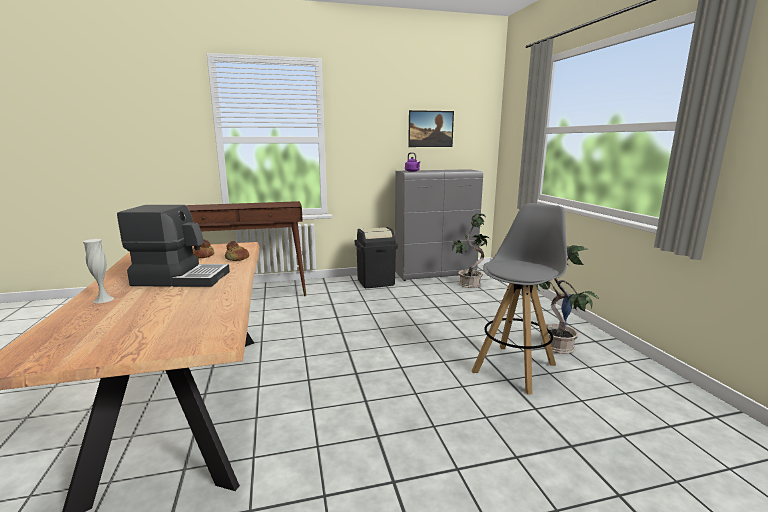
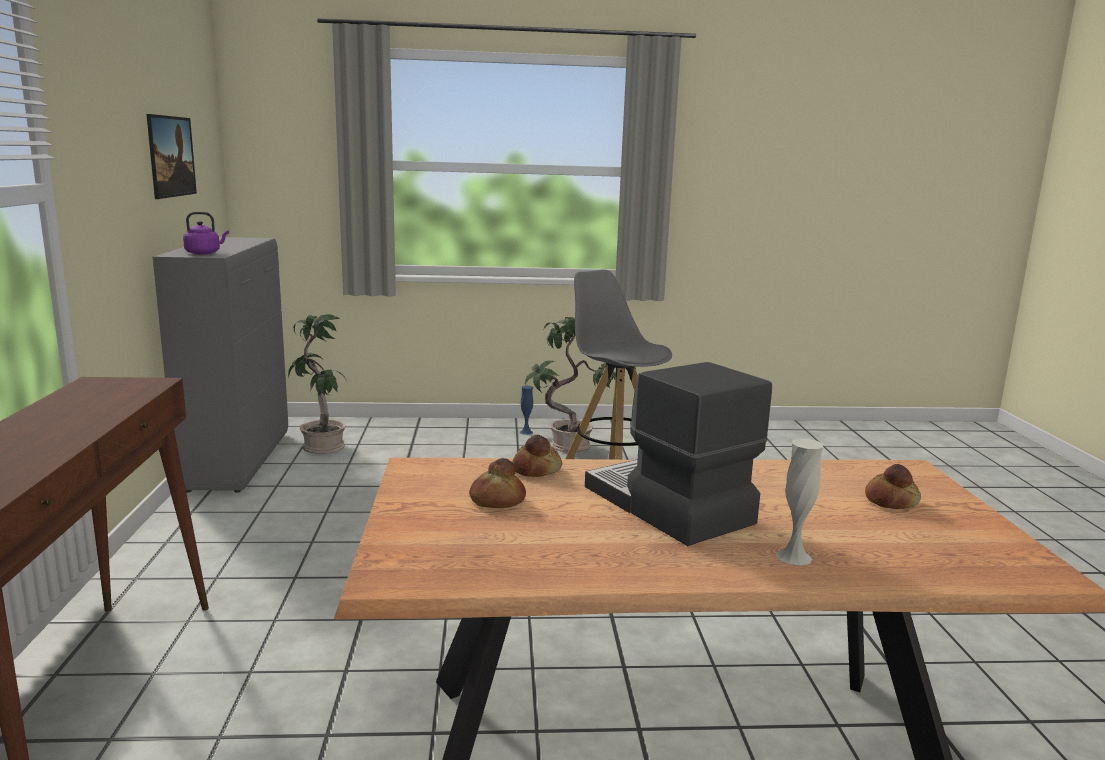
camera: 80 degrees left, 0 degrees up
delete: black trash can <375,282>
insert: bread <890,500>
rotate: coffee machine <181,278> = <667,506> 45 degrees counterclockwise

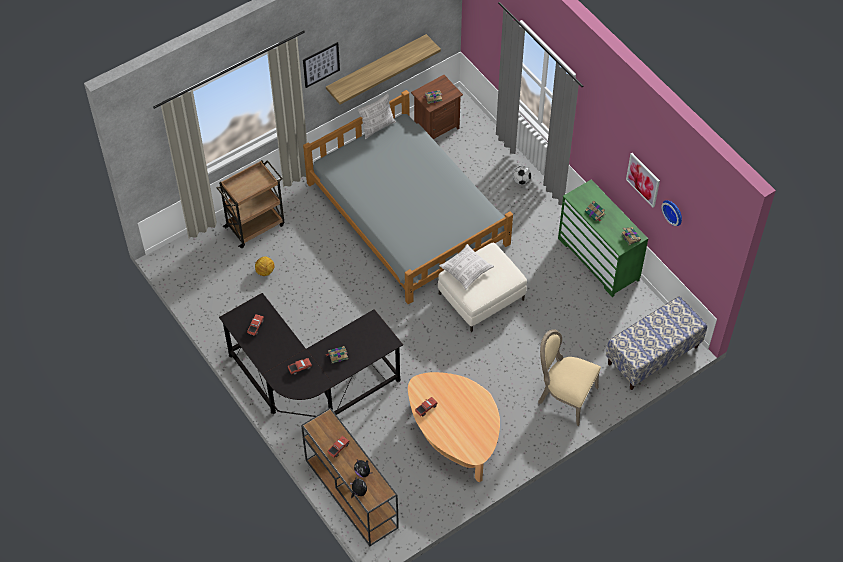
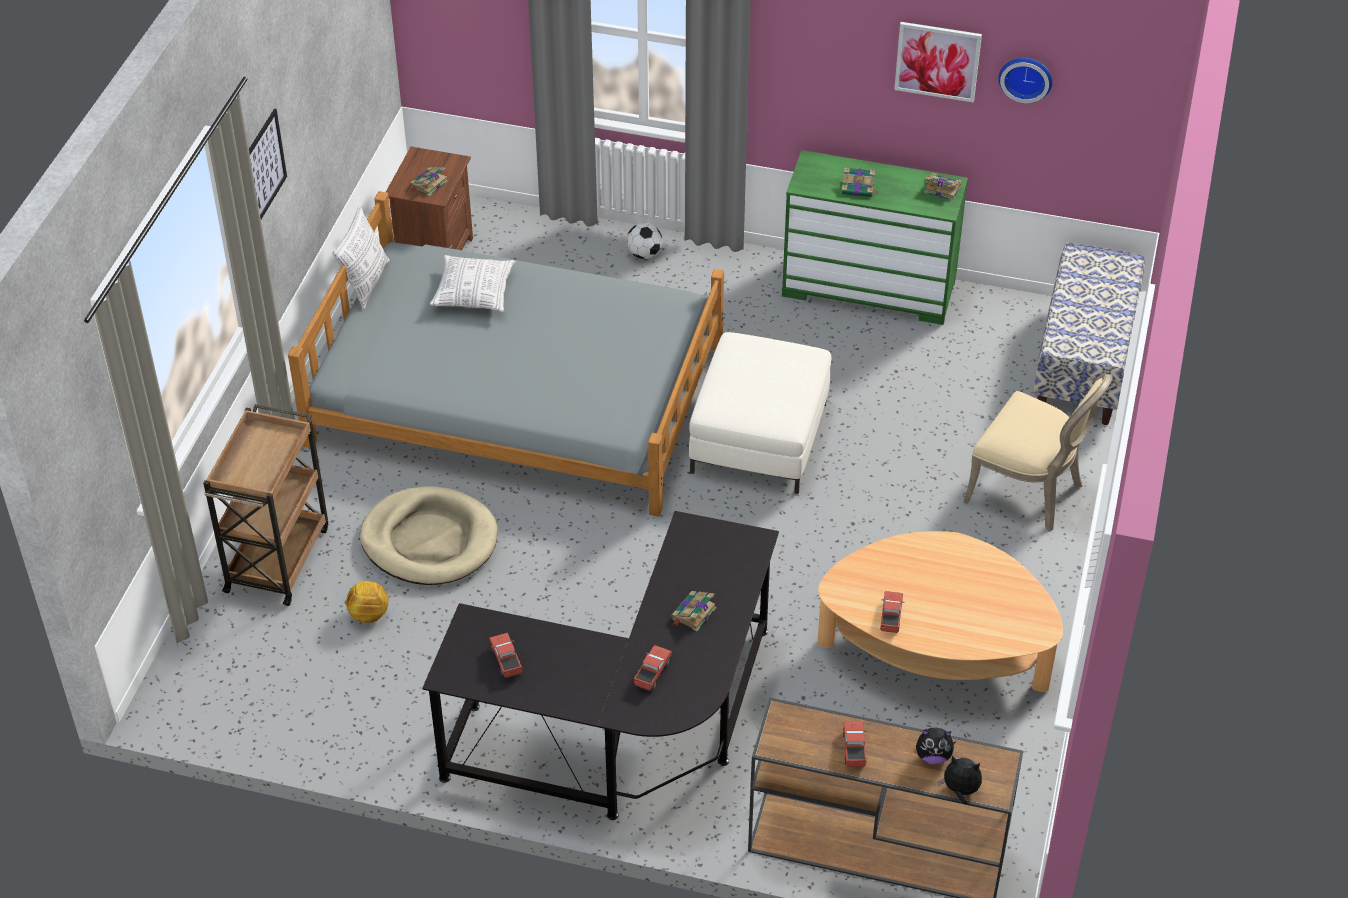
camera: 40 degrees left, 10 degrees down
delete: shelf <376,66>
insert: beige dog bed <429,540>
move: pillow <466,270> to <474,293>
rotate: beige chair <564,396> = <1029,492> 135 degrees counterclockwise

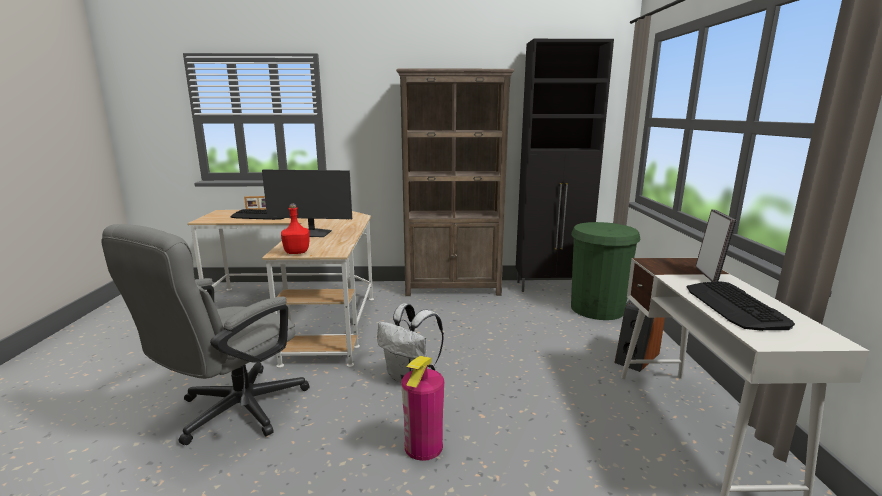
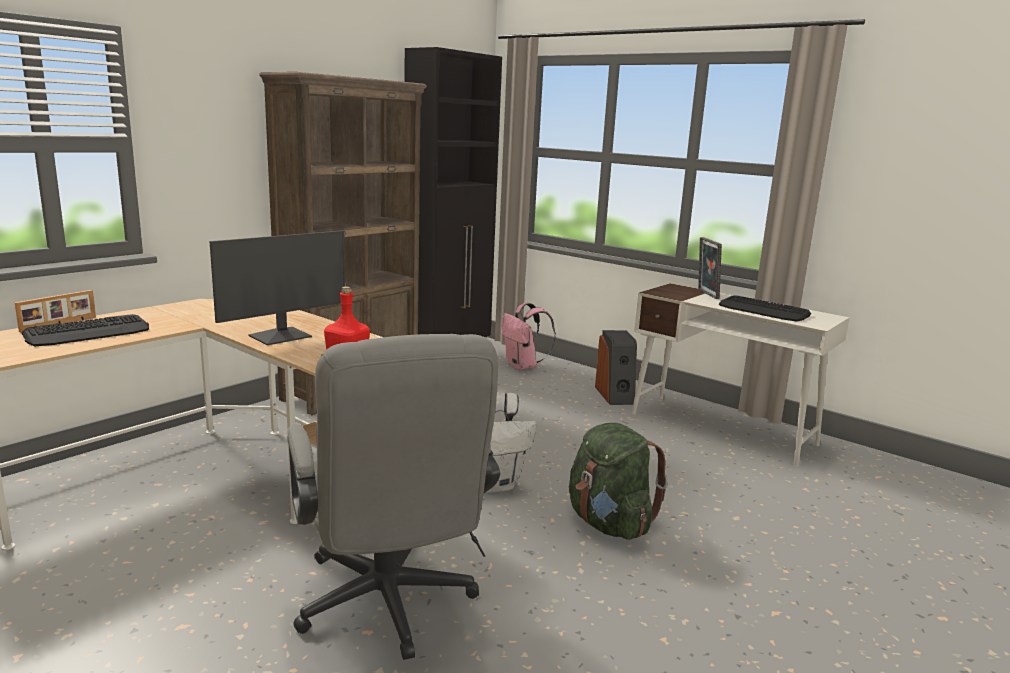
camera: 50 degrees left, 0 degrees up
replace: fire extinguisher <424,446> to green backpack <609,524>; green trash can <597,309> to pink backpack <523,366>
rotate: picture frame <709,275> = <706,294> 150 degrees counterclockwise

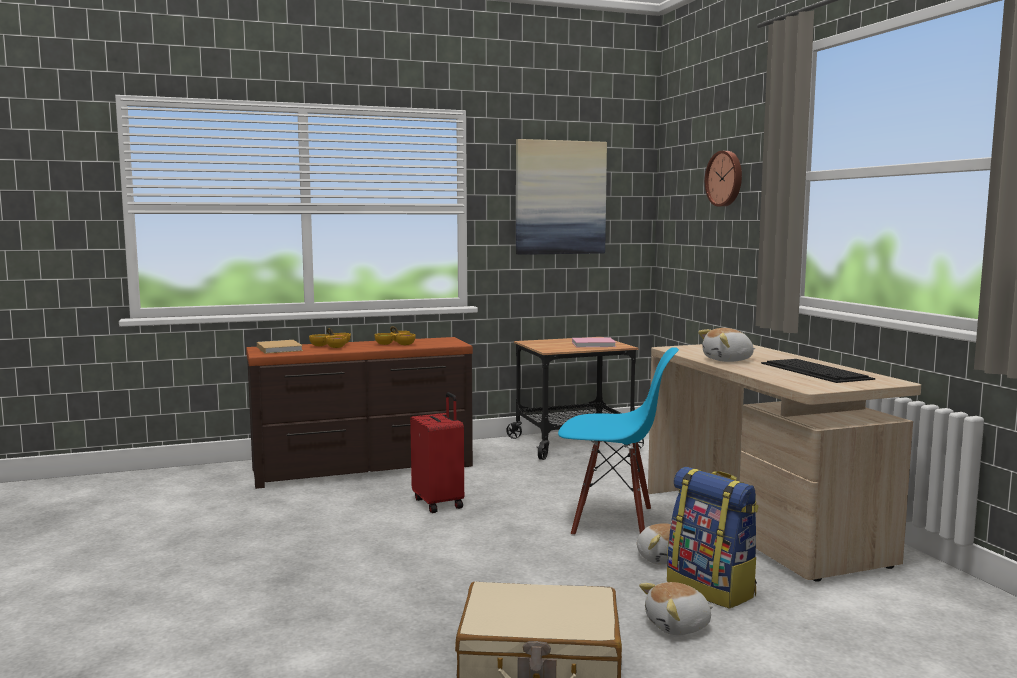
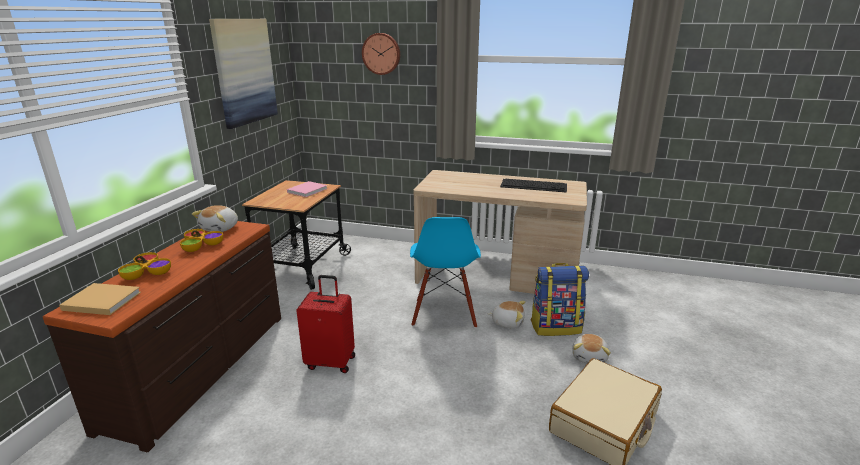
camera: 55 degrees left, 15 degrees up
move: plush toy <728,360> to <221,228>
rotate: blue chair <613,522> = <444,313> 135 degrees clockwise

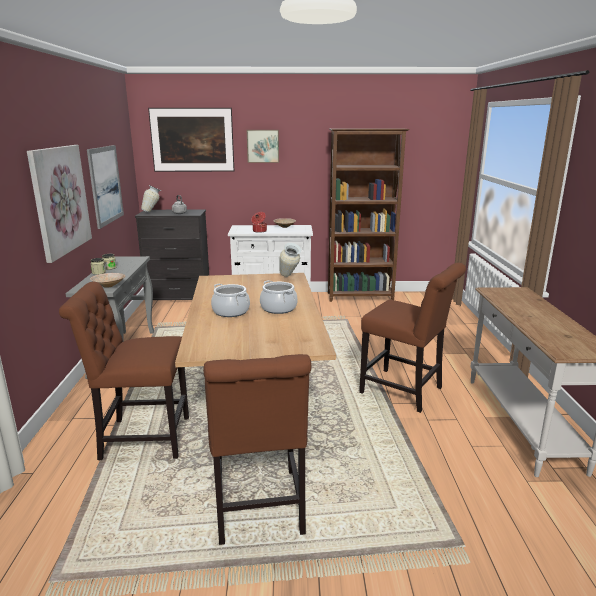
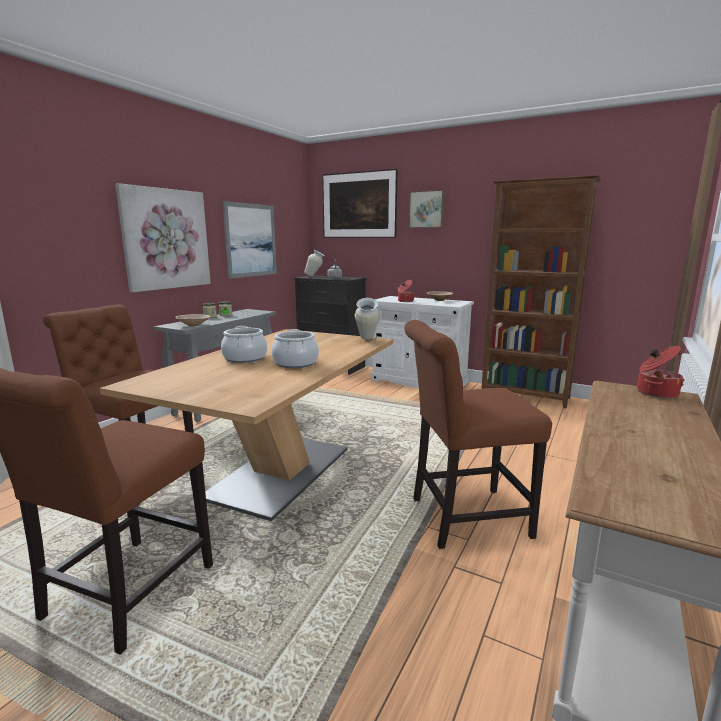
camera: 30 degrees right, 5 degrees down
insert: cooking pot <655,393>
rotate: brown chair <405,391> = <463,518> 105 degrees clockwise

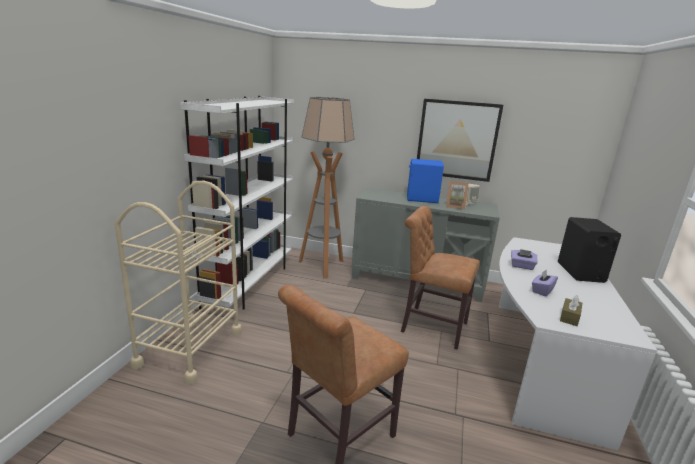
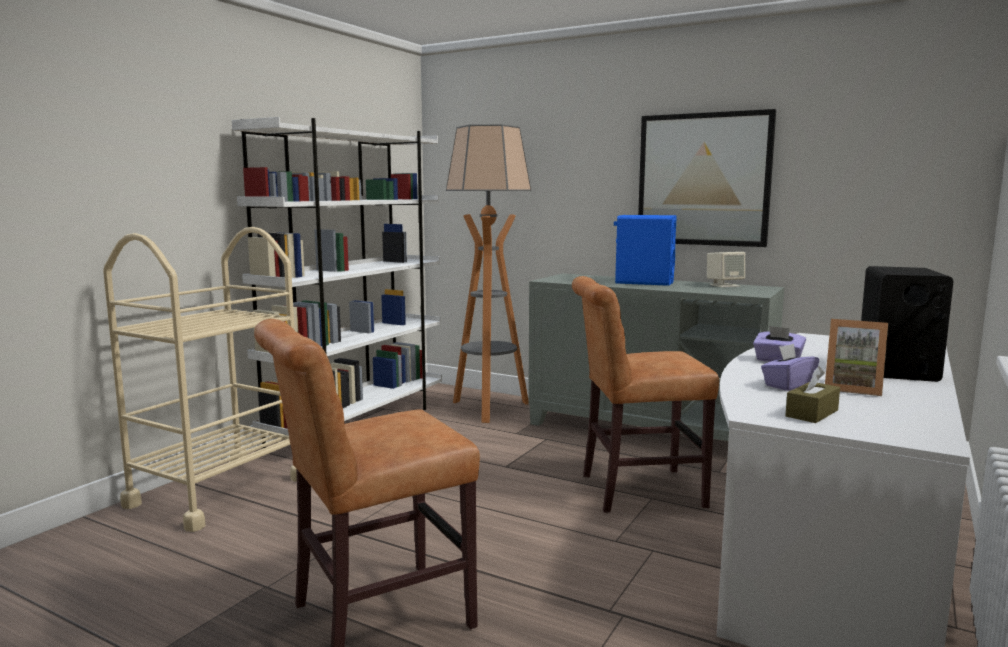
camera: 15 degrees right, 10 degrees down
move: picture frame <455,206> to <852,388>
rotate: brown chair <430,326> = <635,491> 45 degrees counterclockwise

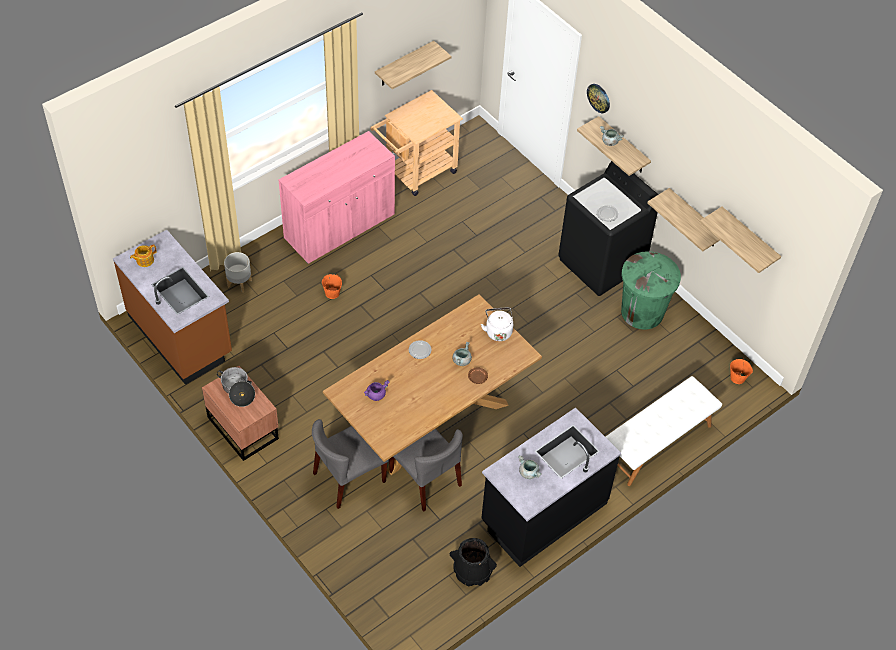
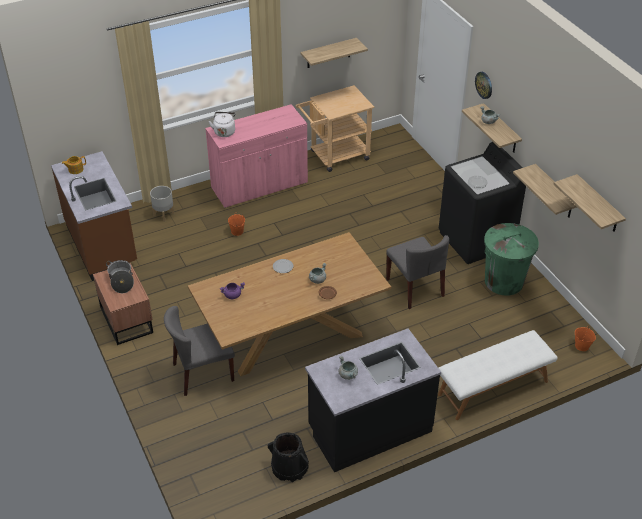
camera: 15 degrees right, 10 degrees down
move: grey chair <426,479> to <415,287>; white kettle <498,331> to <224,131>

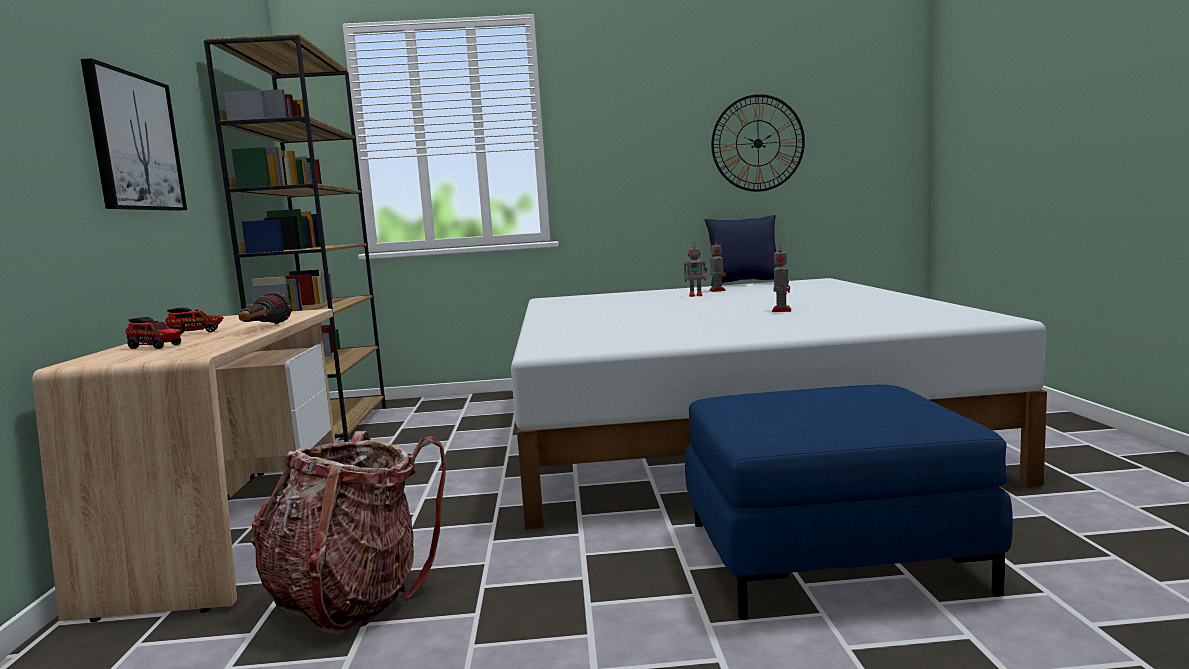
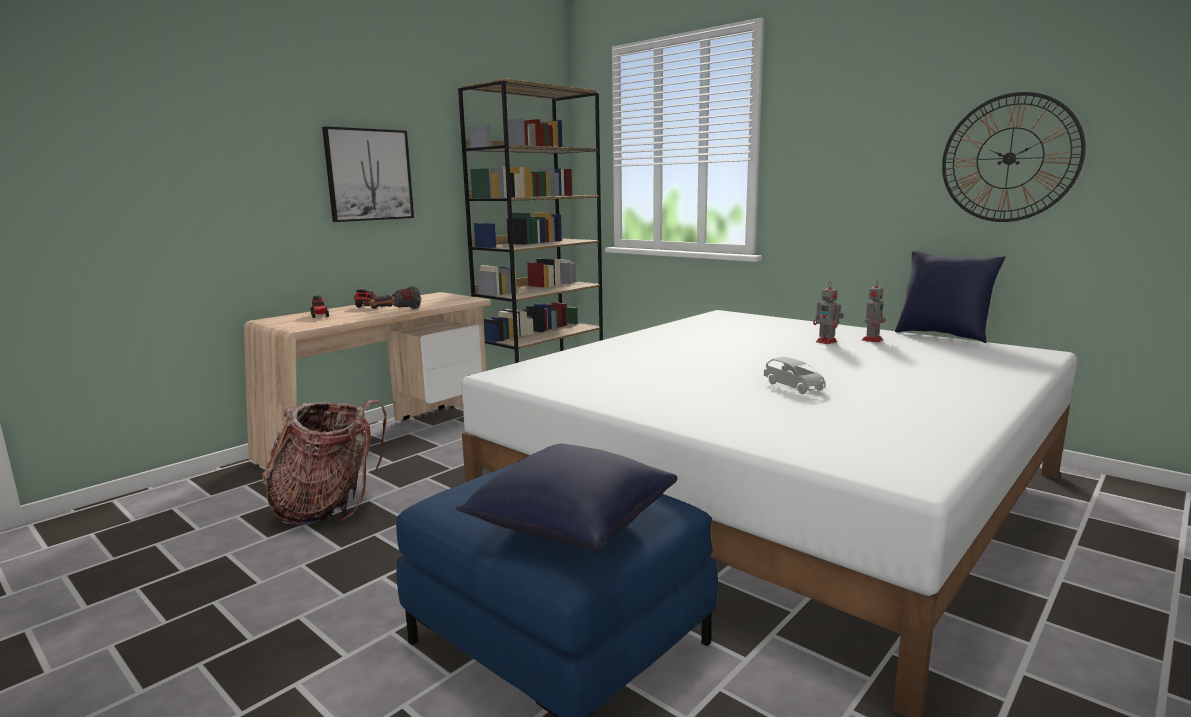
camera: 45 degrees right, 5 degrees up
insert: blue pillow <571,524>
replace: toy robot <781,310> to grey toy car <794,386>

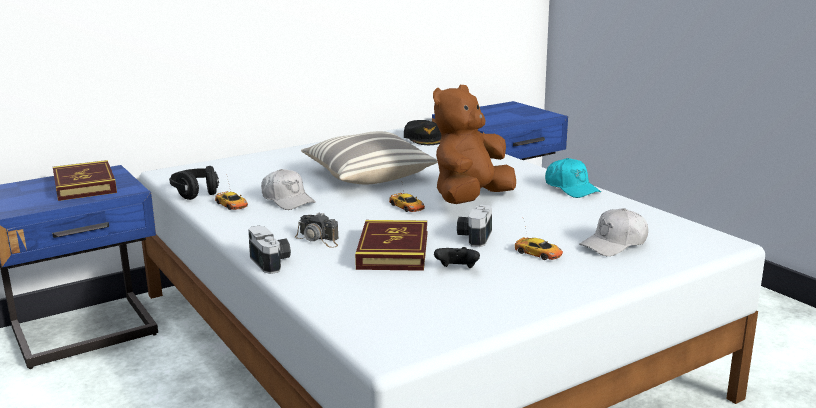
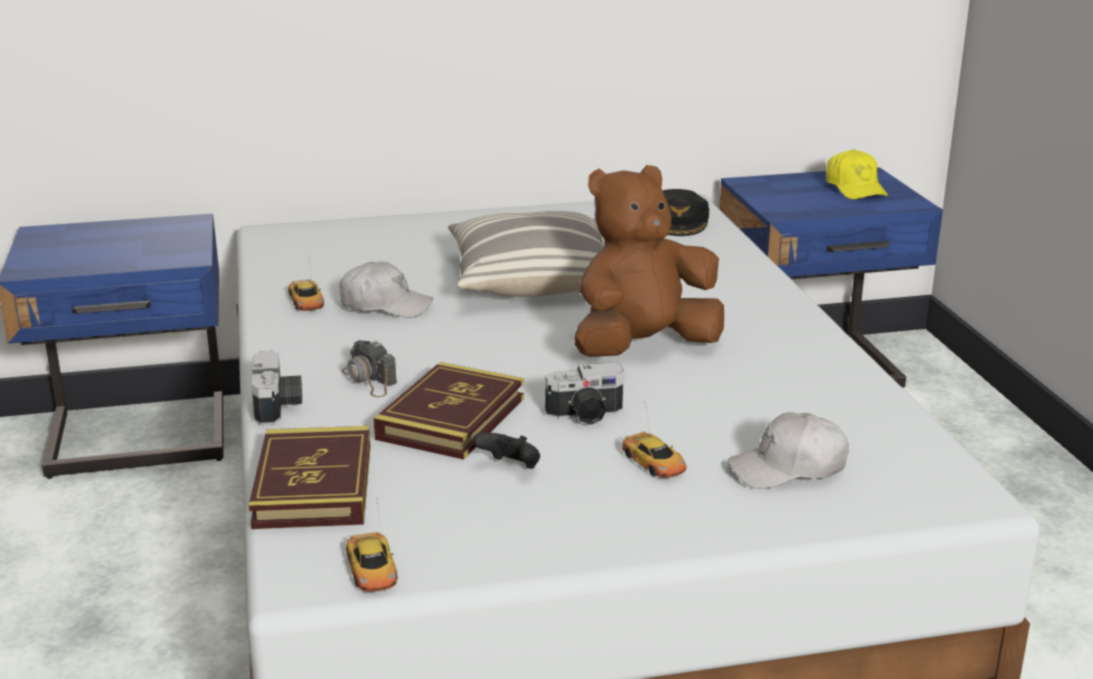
camera: 20 degrees right, 5 degrees up
delete: black headphones <196,193>; turquoise cap <571,188>
insert: yellow cap <855,188>
move: book <84,185> to <313,486>; toy car <407,207> to <372,570>
rotate: white cap <287,200> = <385,305> 60 degrees counterclockwise; photo camera <473,237> = <585,415> 135 degrees counterclockwise

